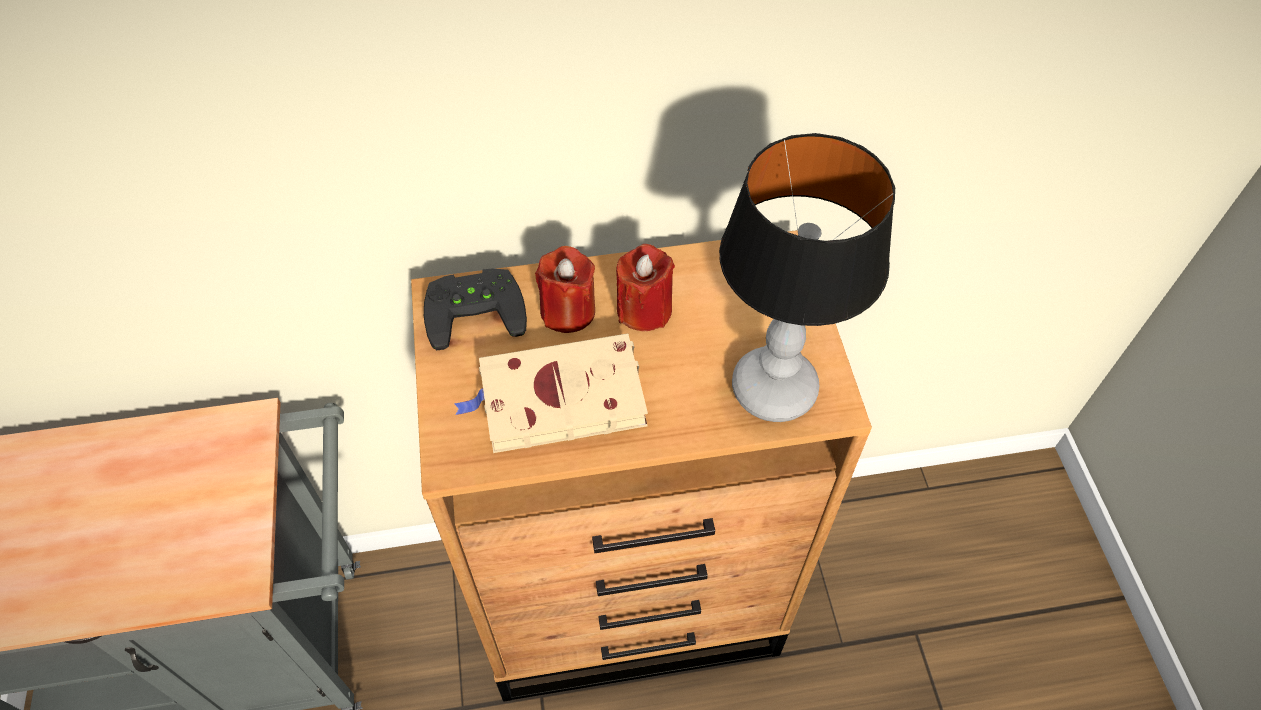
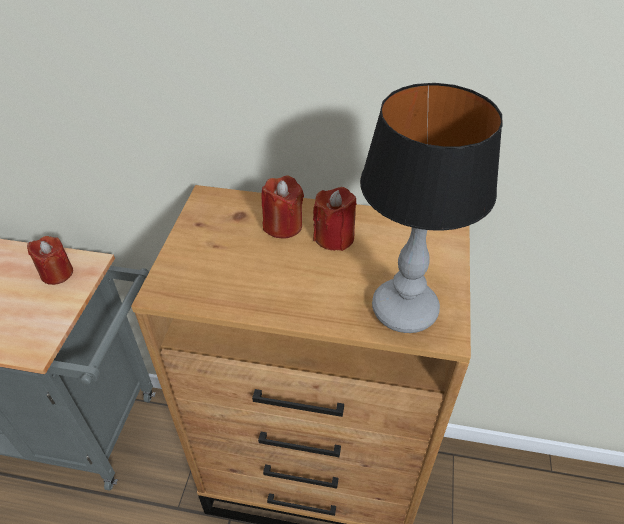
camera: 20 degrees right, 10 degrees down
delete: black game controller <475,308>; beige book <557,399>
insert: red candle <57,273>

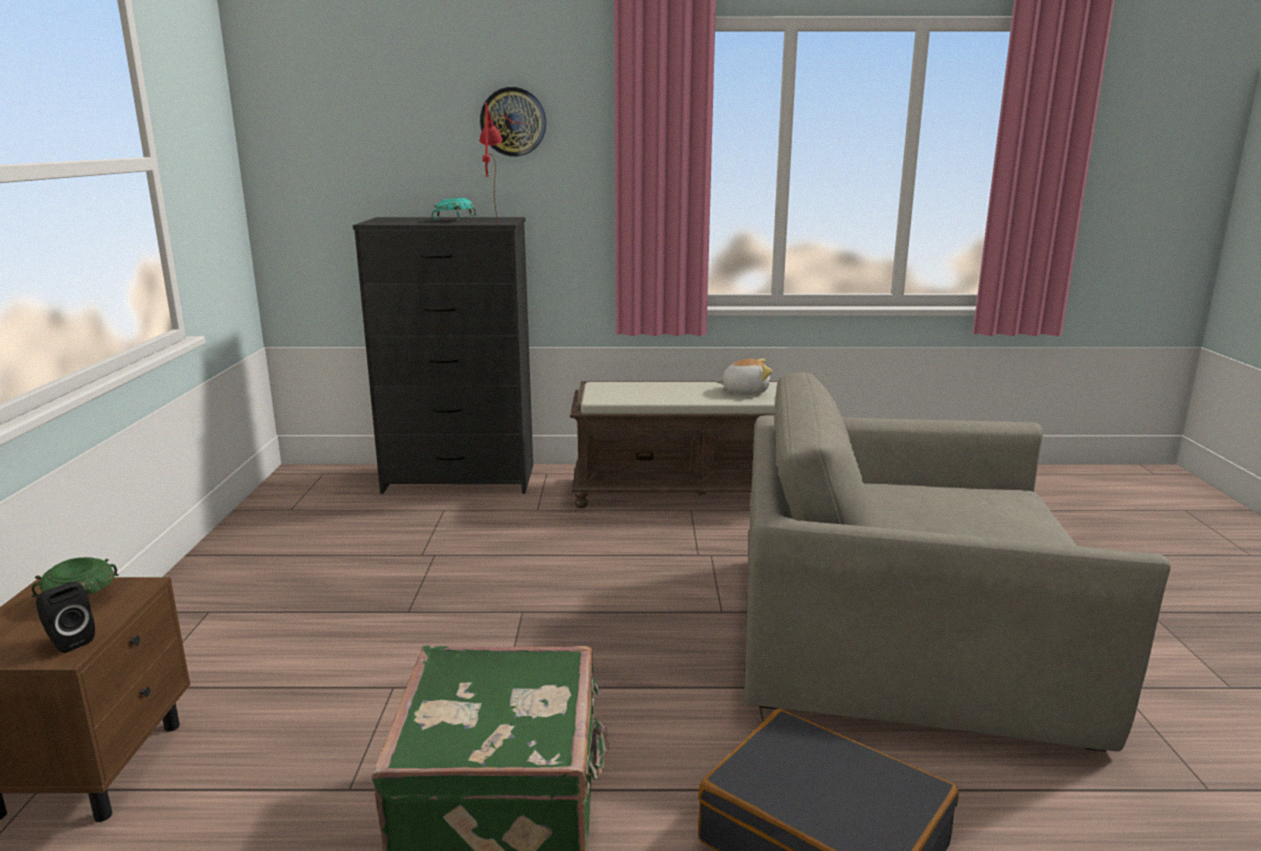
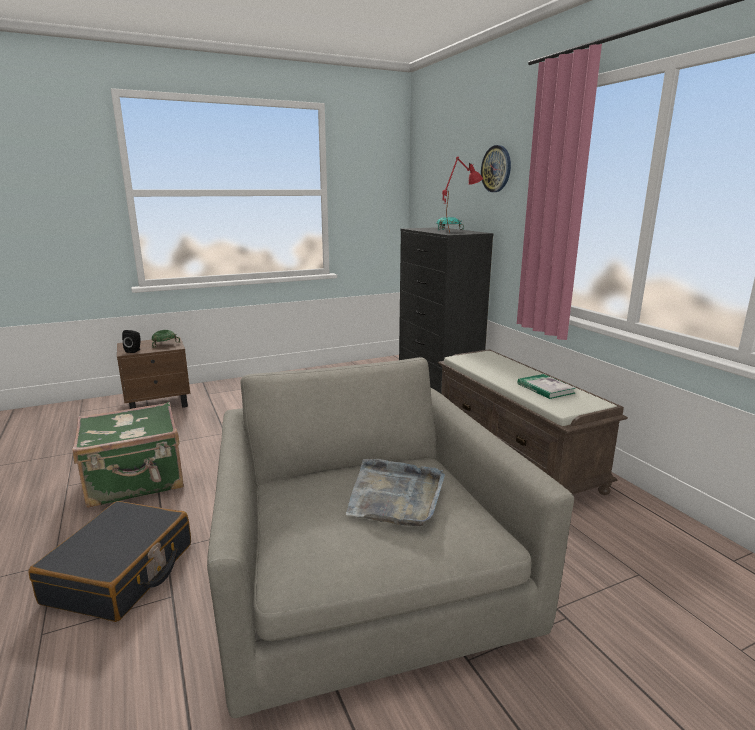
camera: 65 degrees right, 0 degrees up
insert: grey tray <395,495>
replace: plush toy <745,391> to book <545,388>

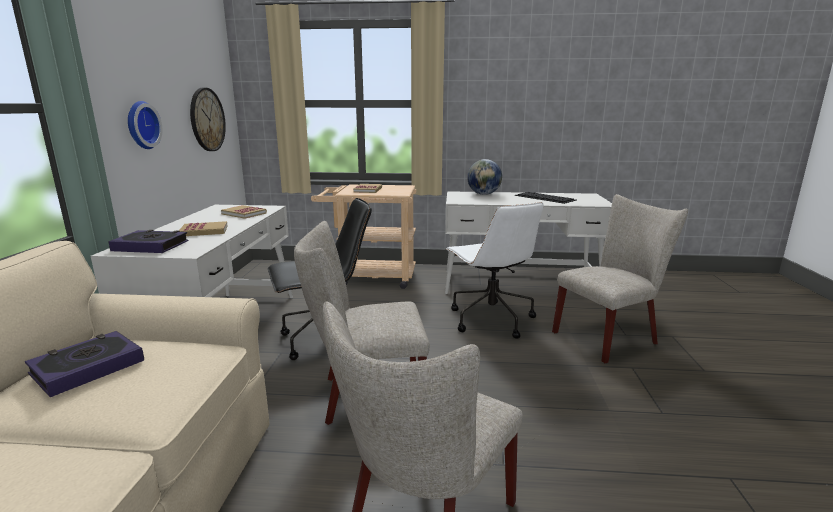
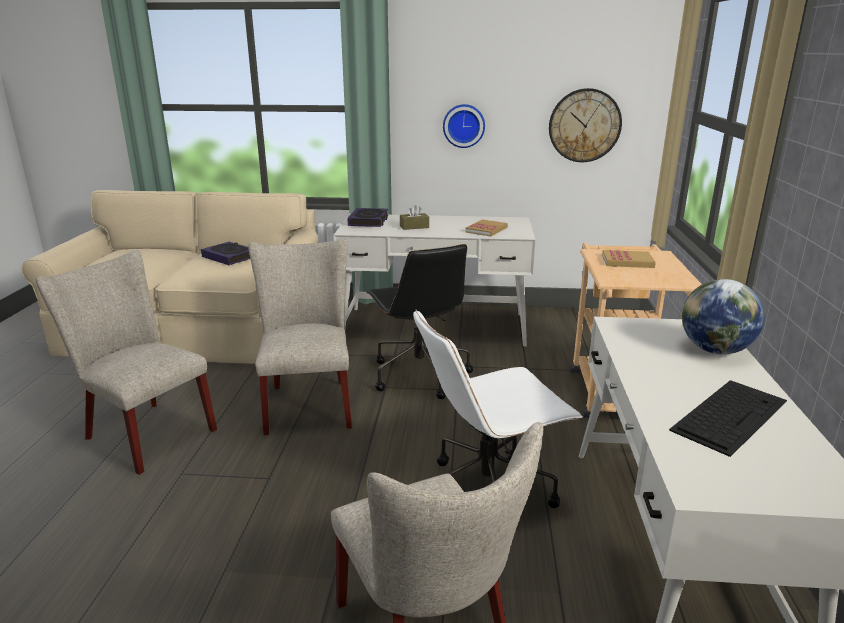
camera: 90 degrees right, 5 degrees up
replace: book <204,231> to brown tissue box <414,227>

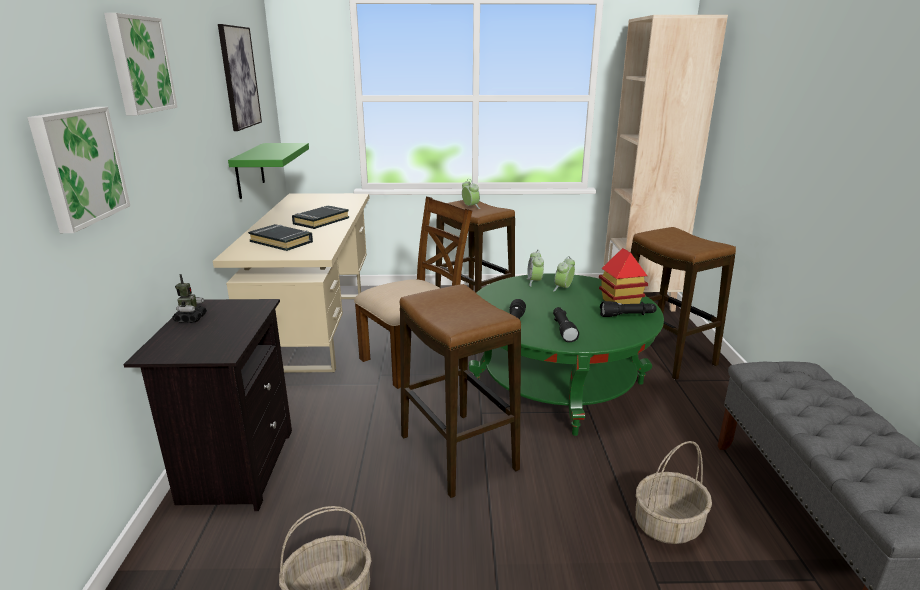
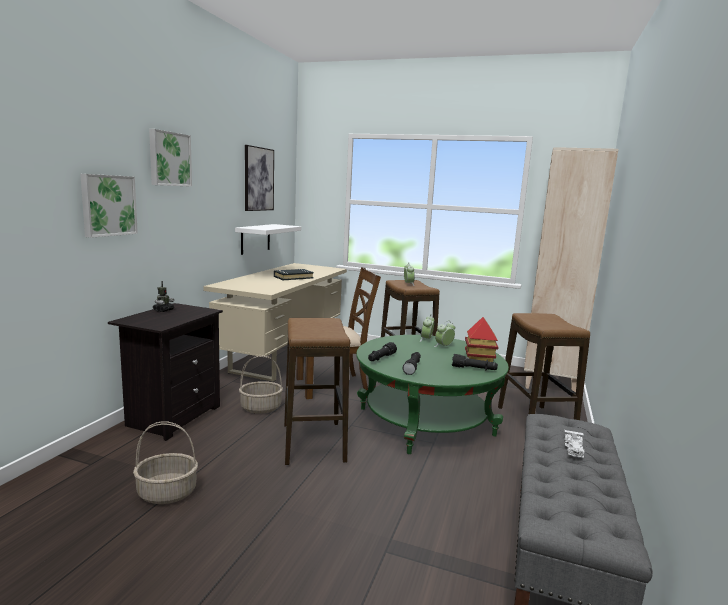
camera: 20 degrees right, 10 degrees down
delete: black book <282,242>
insert: white toy car <574,448>
move: basket <668,525> to <260,408>
recolor: green shelf <249,170> to white shelf <255,238>

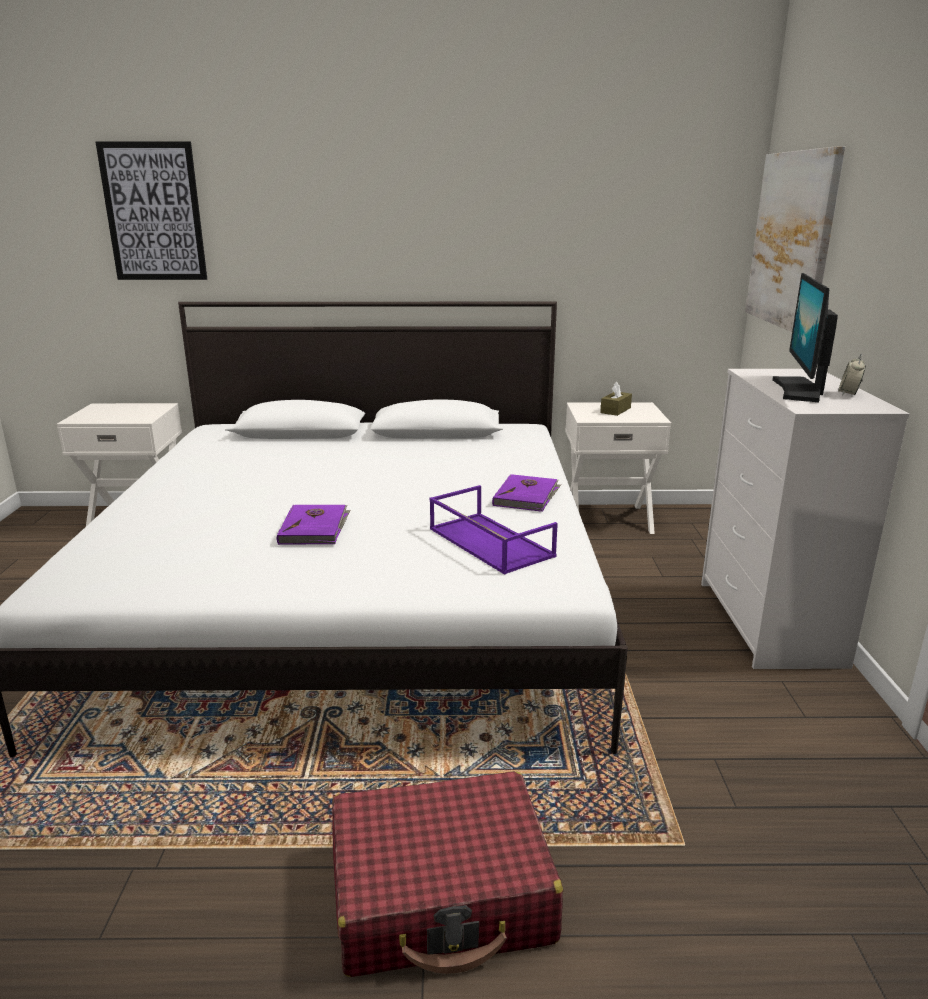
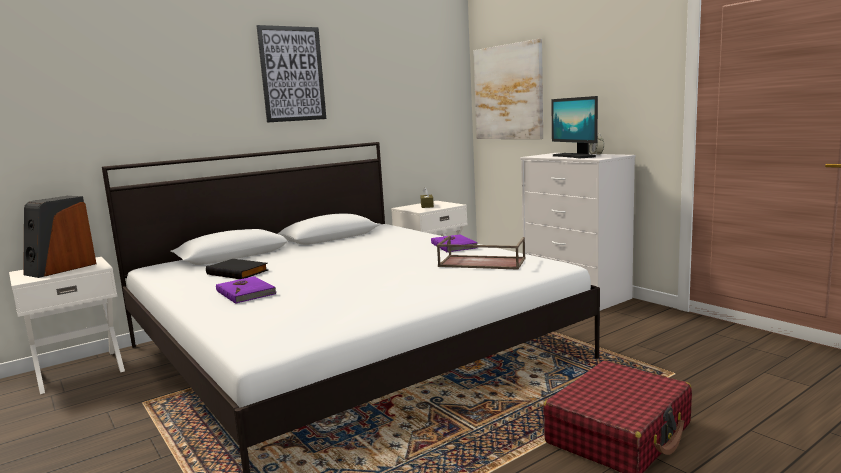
camera: 35 degrees left, 10 degrees down
insert: speaker <61,269>; black book <239,272>
move: picture <153,212> to <292,74>; purple book <315,528> to <246,292>
recolor: purple tray <488,542> to brown tray <480,263>

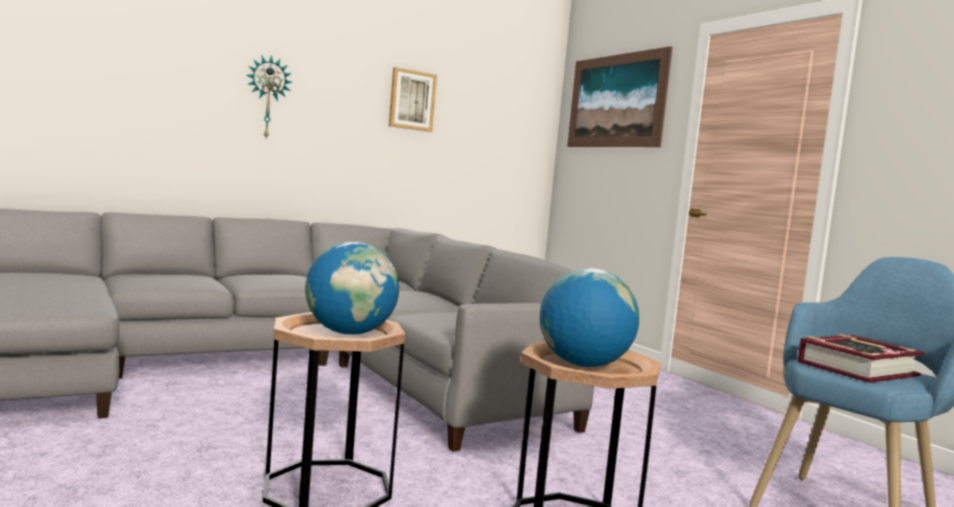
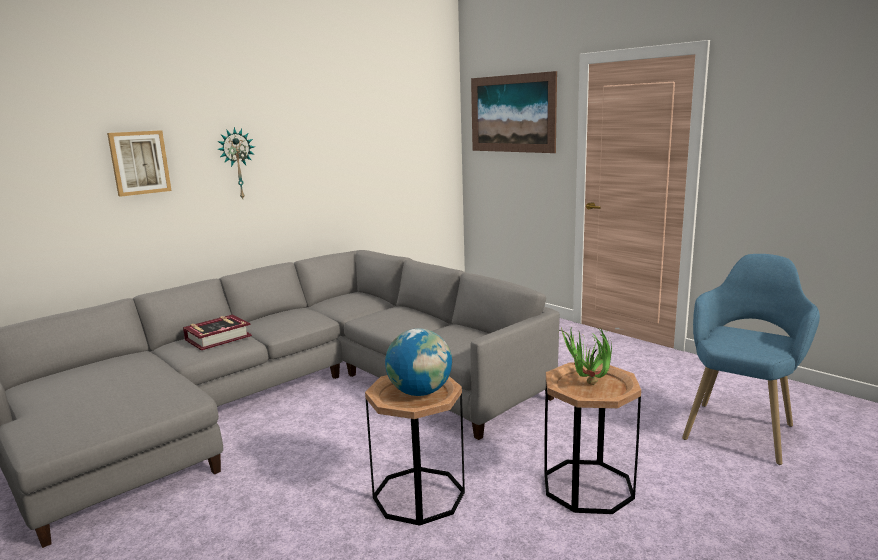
camera: 10 degrees left, 10 degrees up
move: picture <412,100> to <139,162>; book <856,369> to <218,338>
replace: globe <583,365> to potted plant <586,386>

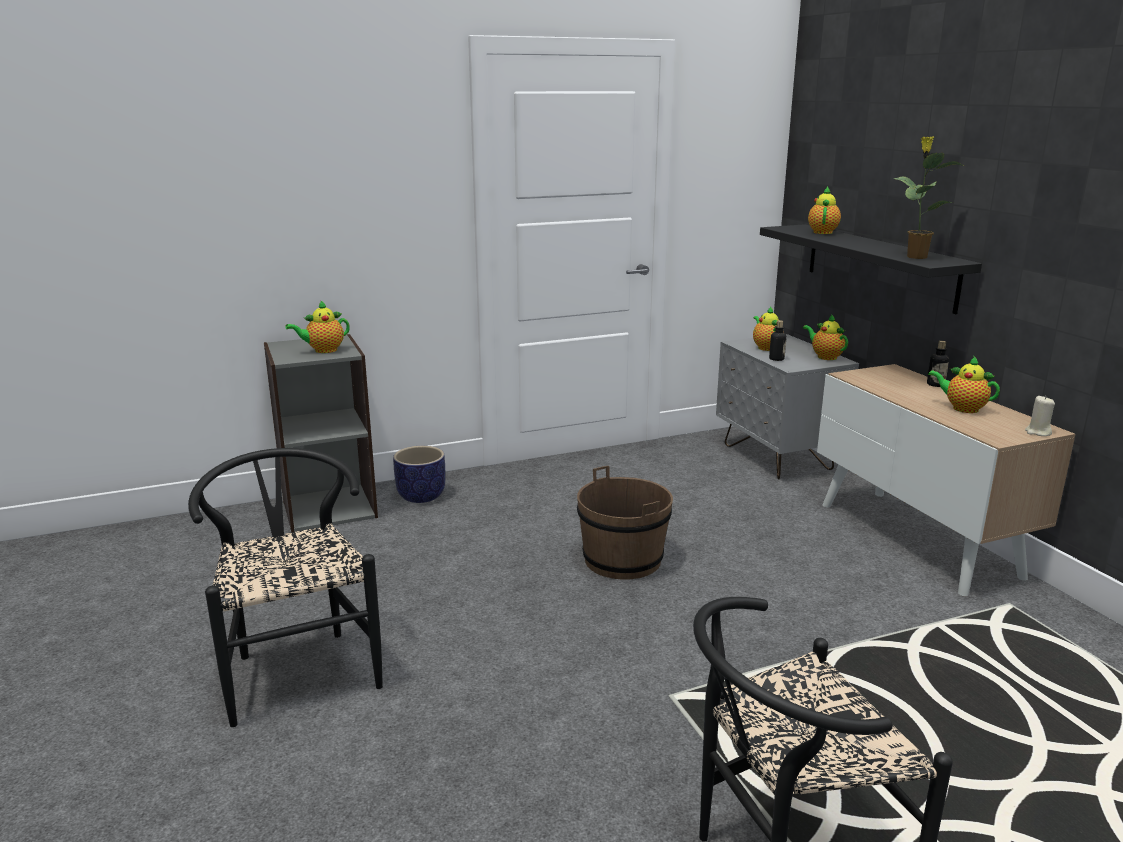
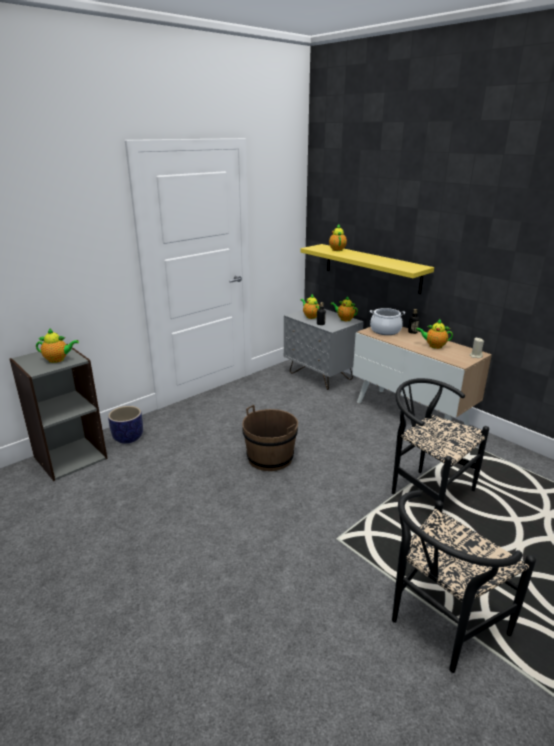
camera: 20 degrees left, 5 degrees up
delete: potted plant <915,257>
insert: cooking pot <385,331>
move: black chair <298,668> to <425,491>
recolor: black shelf <879,266> to yellow shelf <371,268>
rotate: teapot <323,350> = <58,360> 135 degrees counterclockwise

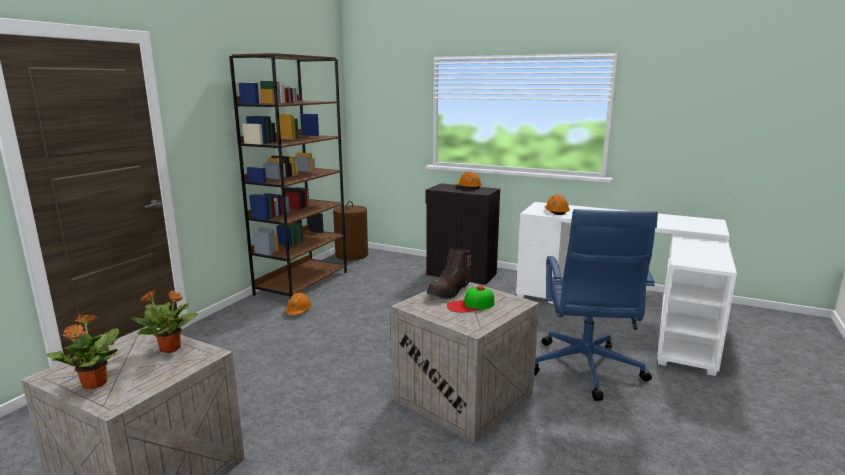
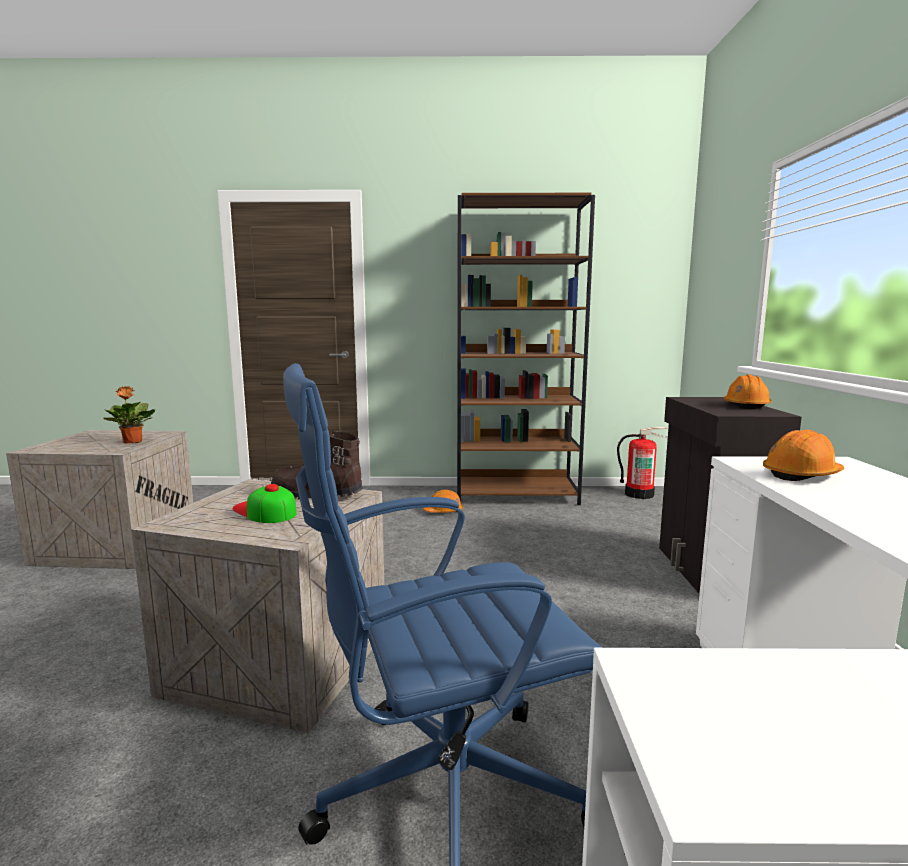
camera: 65 degrees right, 5 degrees down
delete: potted plant <94,384>
replace: brown laundry basket <352,255> to fire extinguisher <639,494>

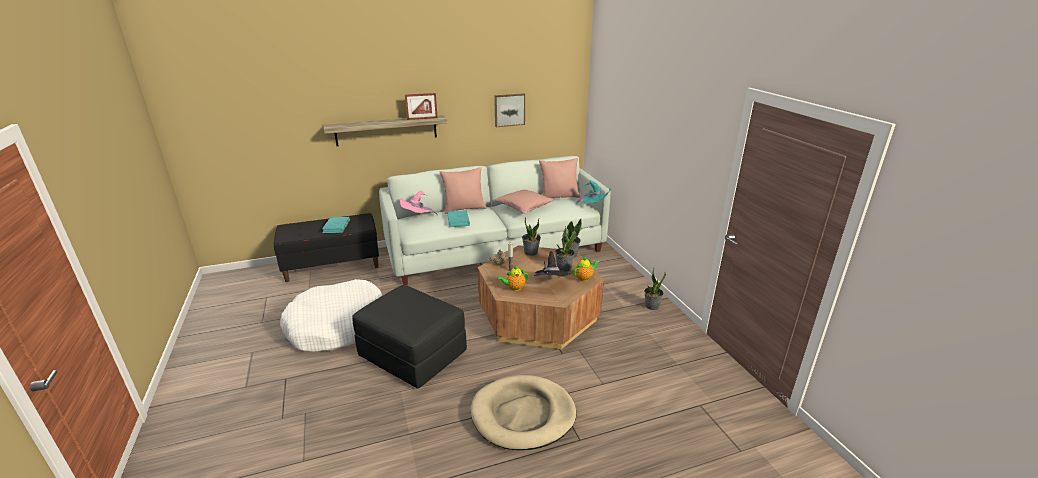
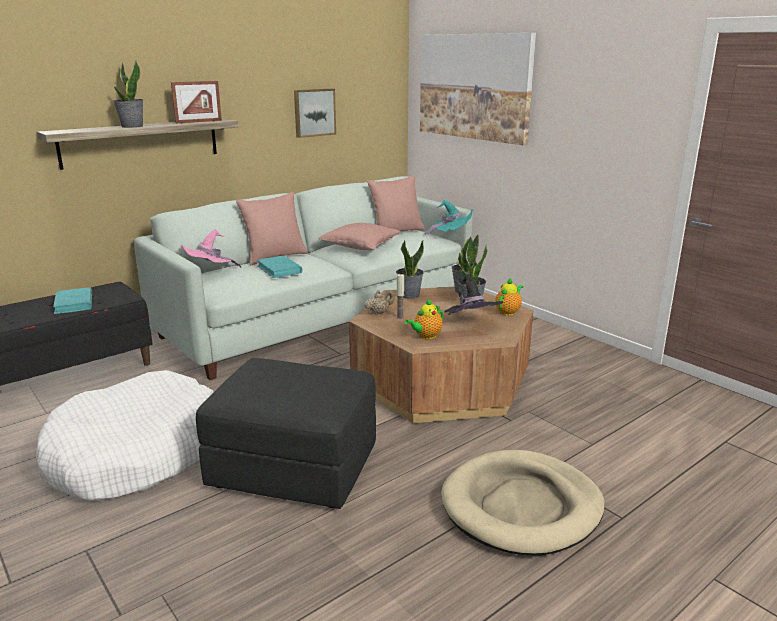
camera: 20 degrees left, 5 degrees down
insert: picture <474,87>
move: potted plant <651,306> to <132,126>

